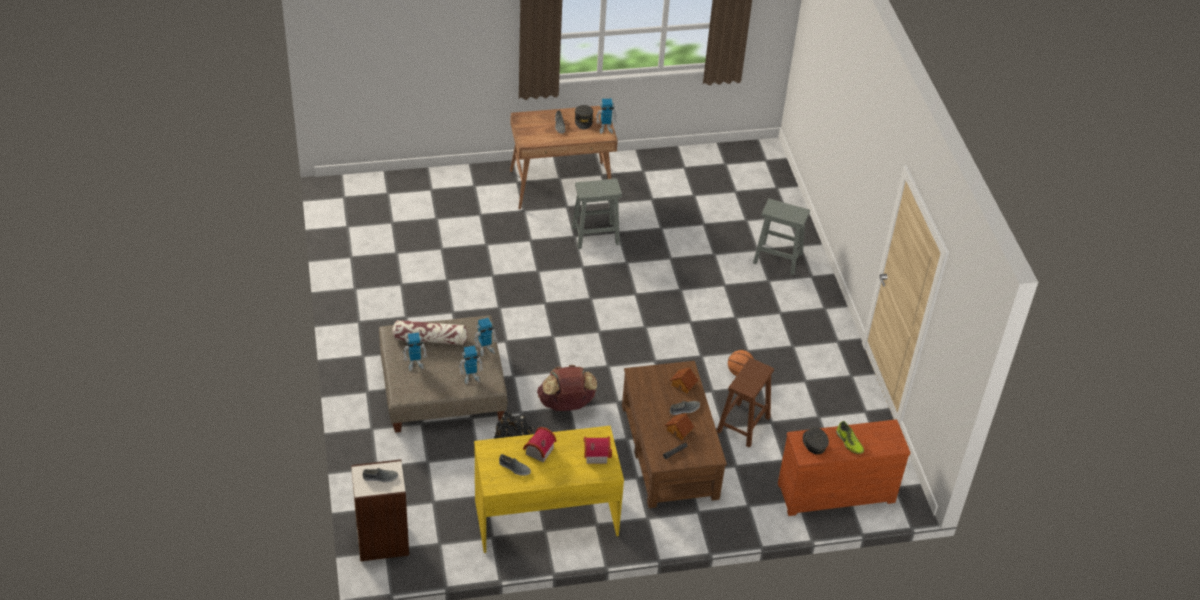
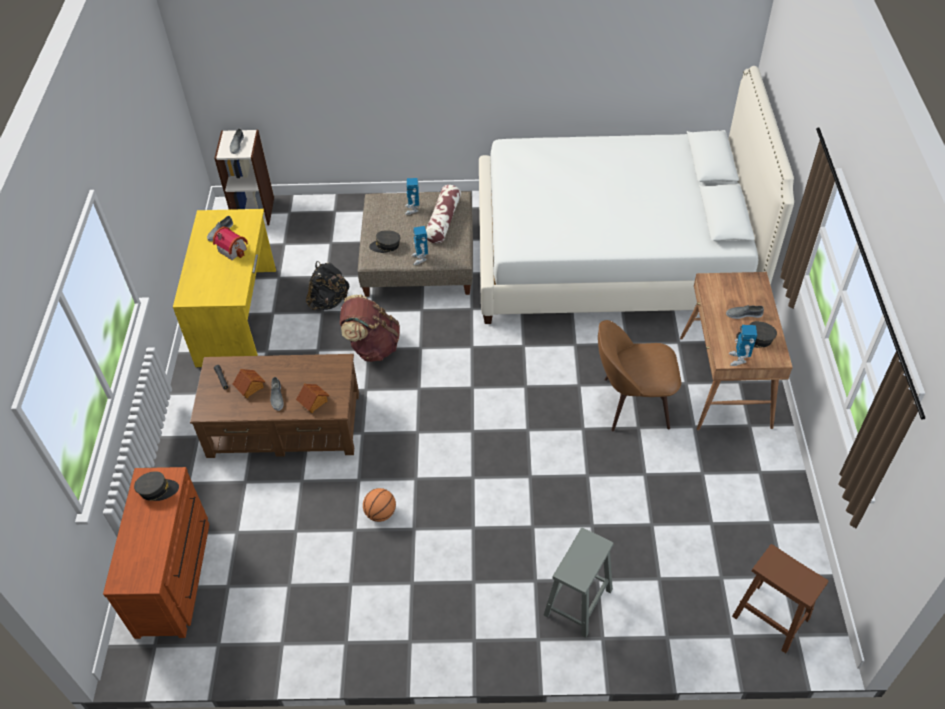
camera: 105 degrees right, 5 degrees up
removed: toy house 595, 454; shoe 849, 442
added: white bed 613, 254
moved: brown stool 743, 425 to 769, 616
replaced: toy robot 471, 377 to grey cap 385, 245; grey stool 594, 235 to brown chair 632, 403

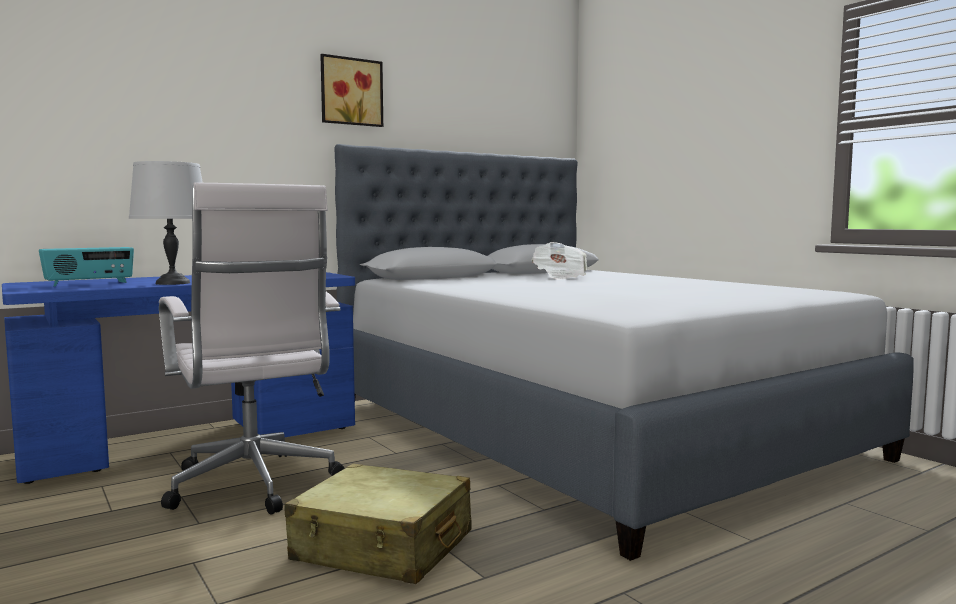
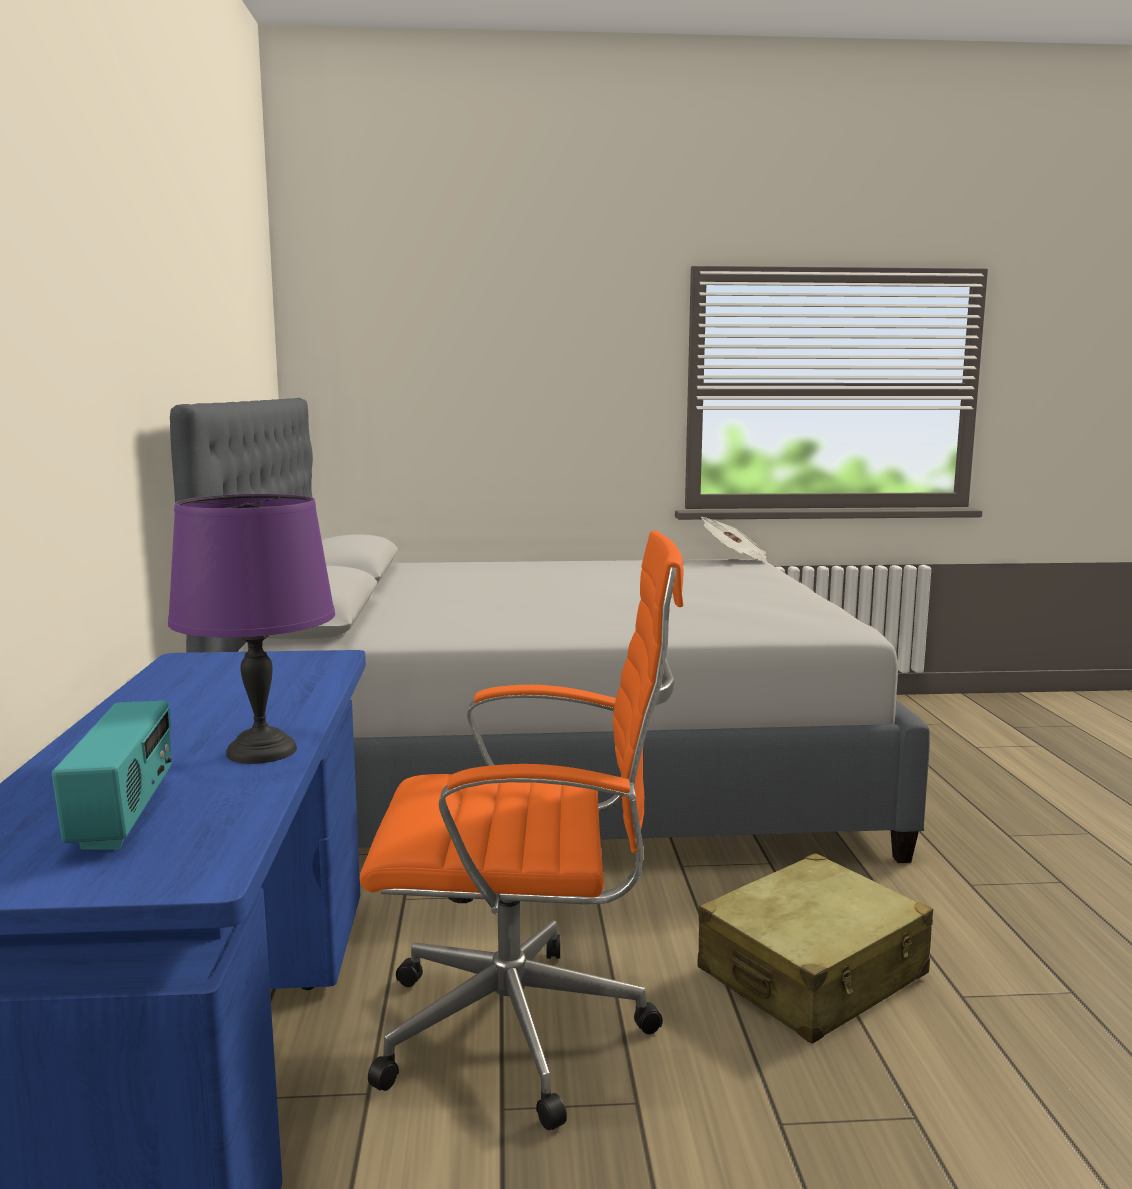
camera: 60 degrees left, 5 degrees up
removed: picture 350, 92
moved: newspaper 559, 277 to 735, 559
recoloured: grey table lamp 173, 283 to purple table lamp 262, 750; white office chair 254, 487 to orange office chair 526, 1031

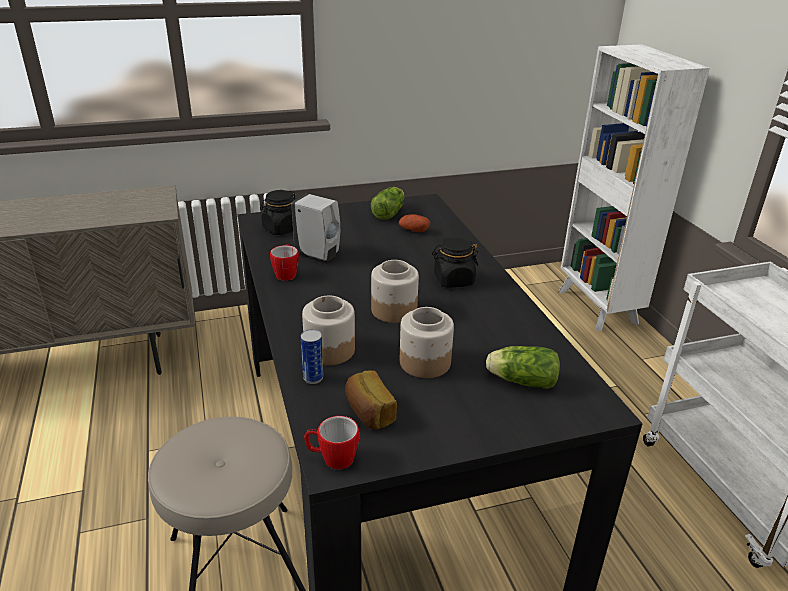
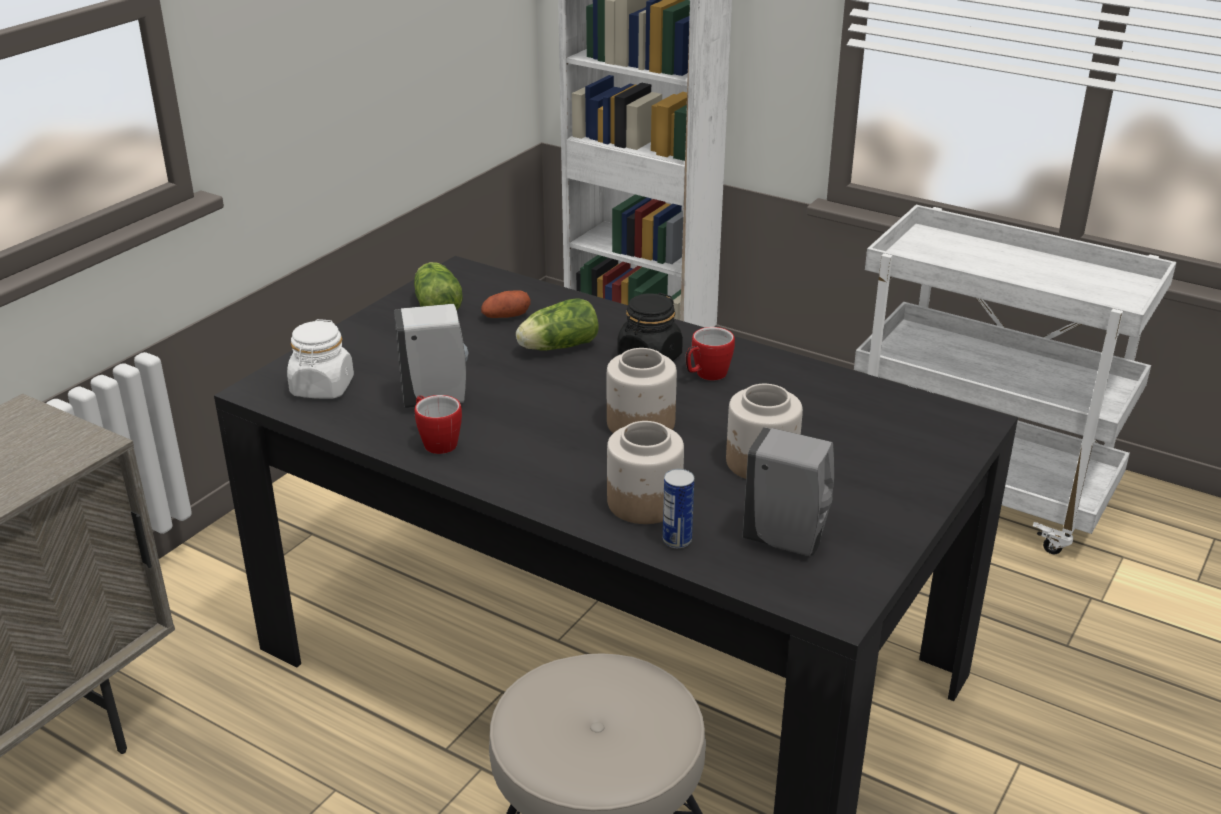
camera: 40 degrees left, 0 degrees up
moved: mug 332, 459 to 706, 375; lettuce 520, 380 to 556, 347
replaced: bread 368, 412 to grey soap dispenser 788, 540
recoloured: black jar 281, 229 to white jar 322, 388

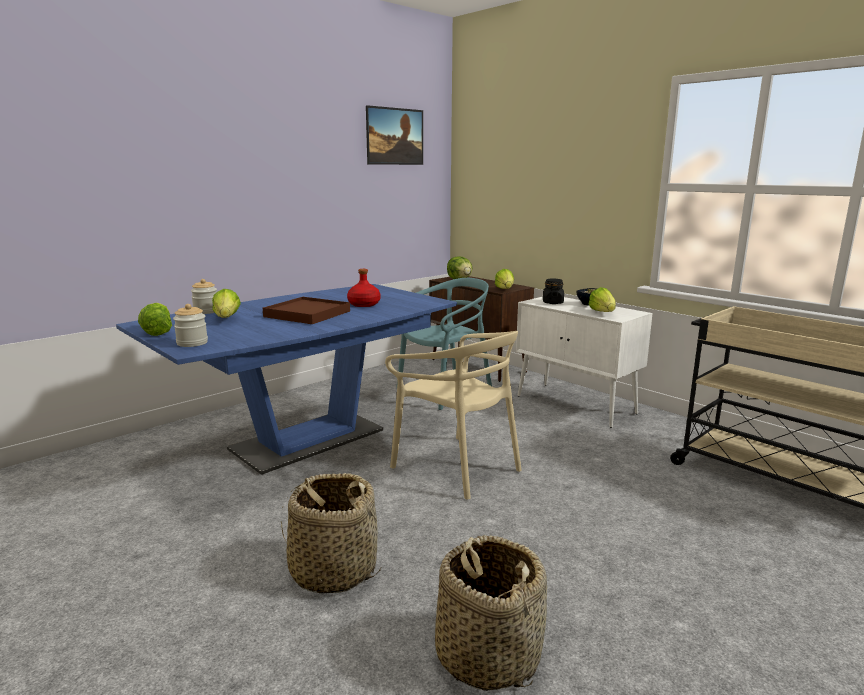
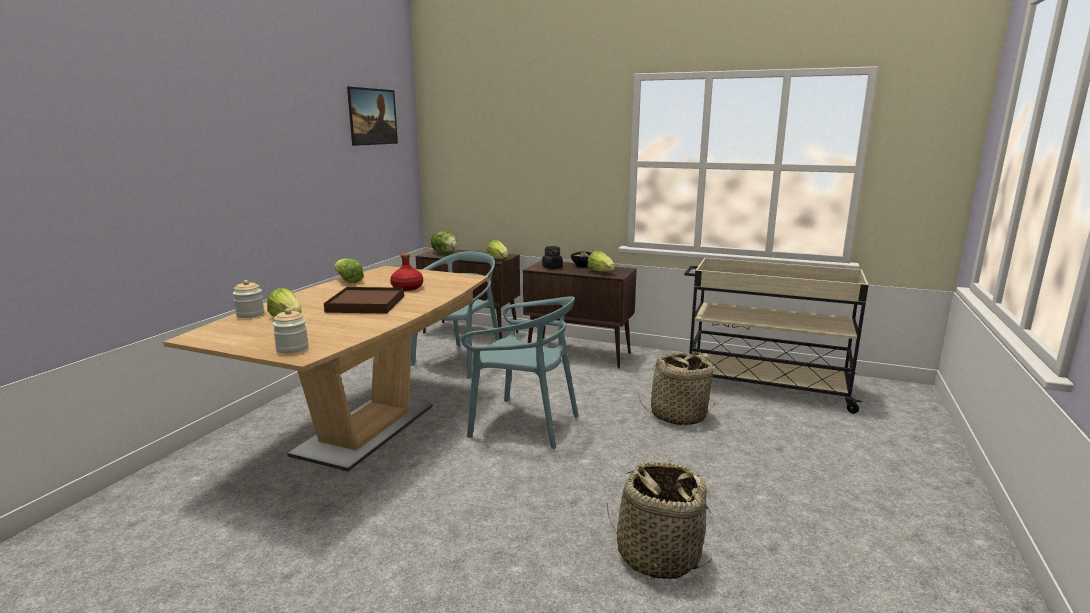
camera: 25 degrees left, 0 degrees up
moved: lettuce 158, 332 to 348, 281; basket 333, 570 to 678, 415
recoloured: blue dining table 308, 440 to brown dining table 366, 430; beige chair 457, 466 to turquoise chair 524, 424; white cabinet 576, 405 to brown cabinet 579, 354

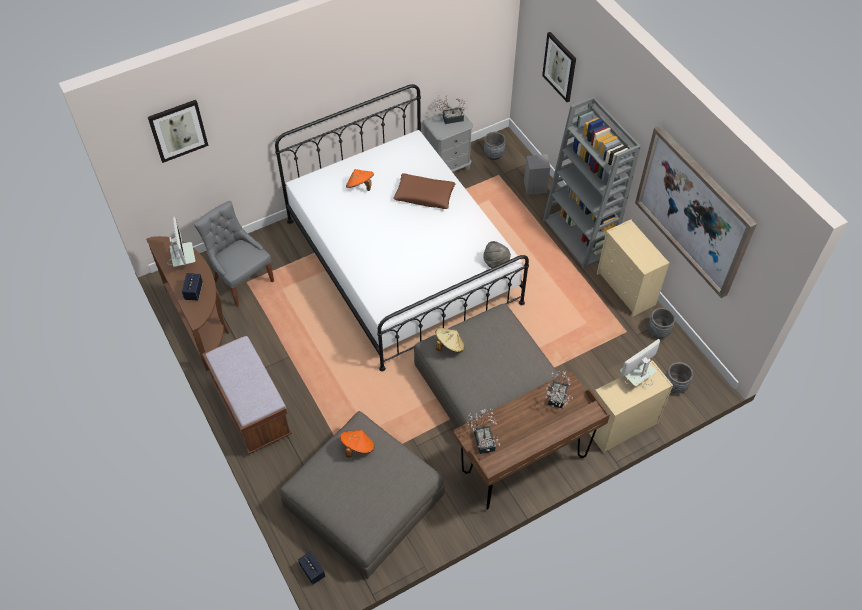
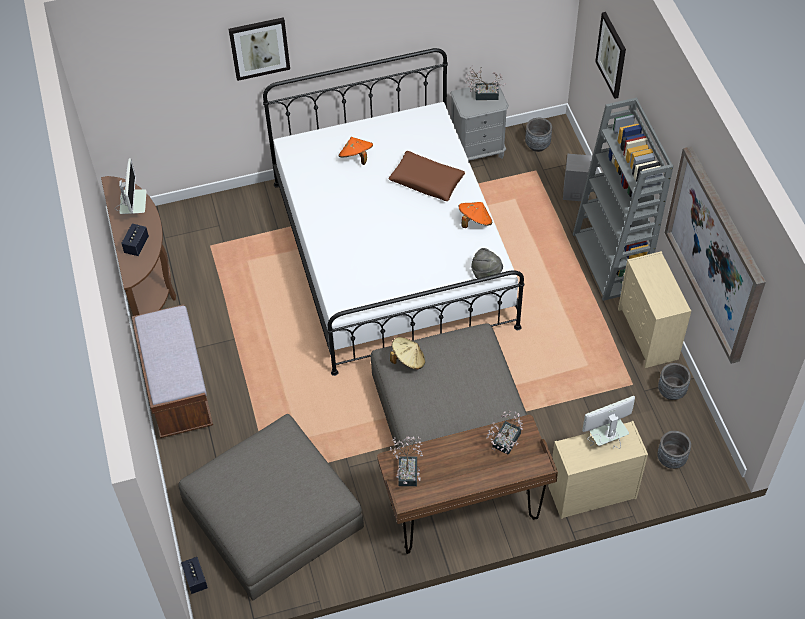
camera: 15 degrees right, 0 degrees up
removed: grey chair 242, 280
moved: picture 178, 130 to 259, 48; orange hat 357, 447 to 474, 221

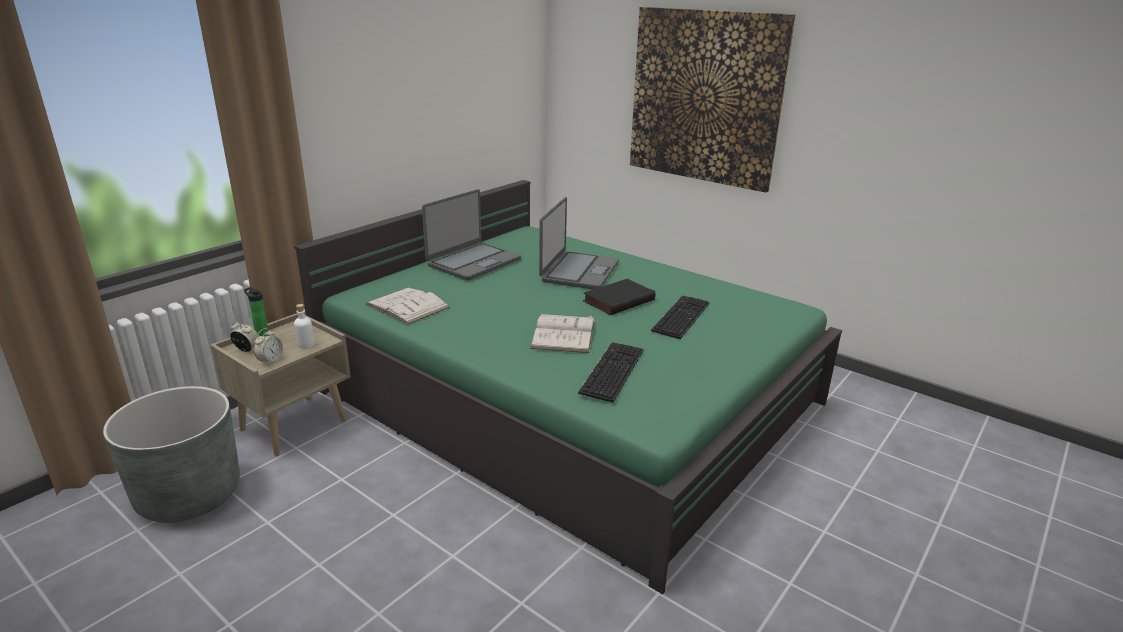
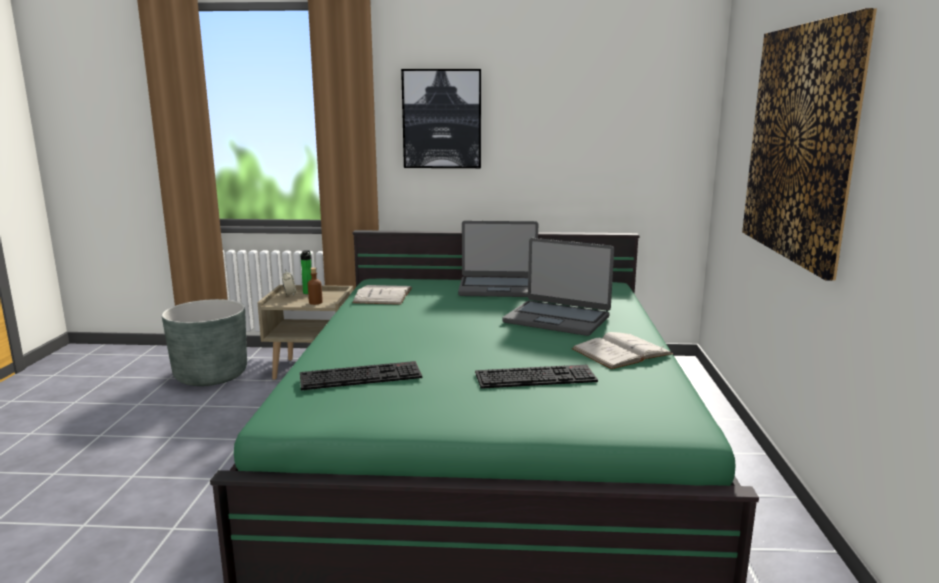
camera: 55 degrees right, 10 degrees down
removed: alarm clock 270, 360; black book 618, 300
added: picture 442, 119
moved: white book 563, 333 to 621, 351
recoloured: white bottle 306, 344 to brown bottle 315, 302
turned: laptop 579, 271 = 557, 319 45 degrees clockwise

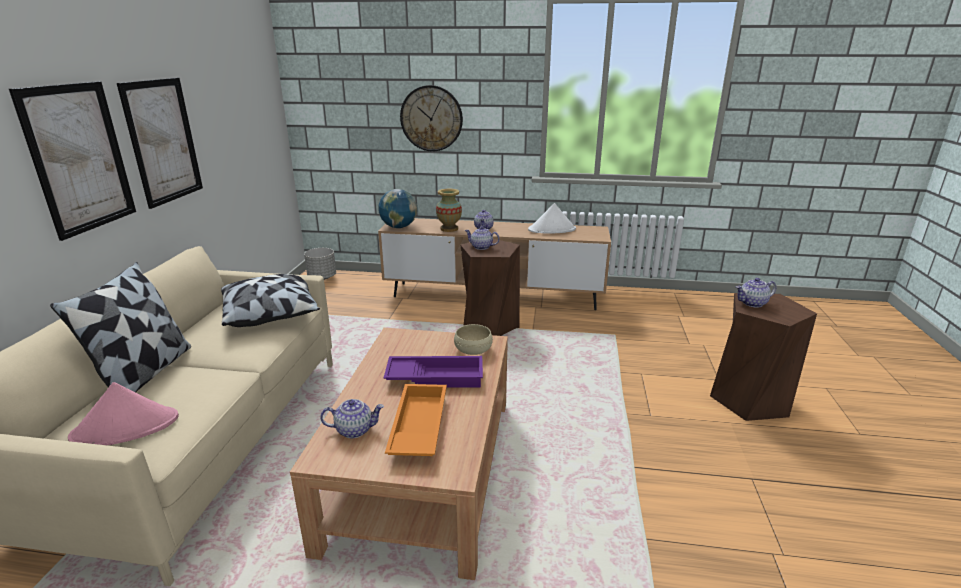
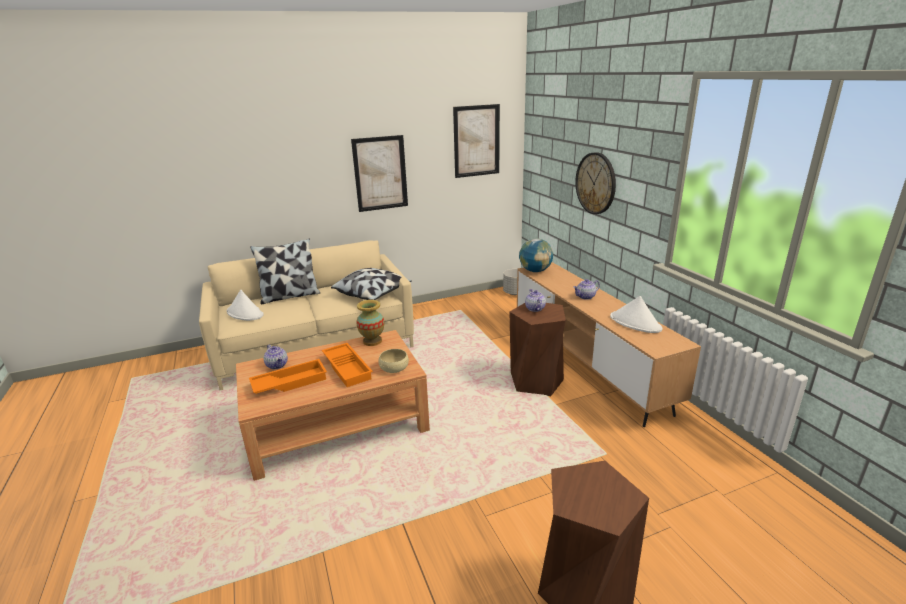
camera: 60 degrees right, 0 degrees up
removed: teapot 752, 303
moved: picture 79, 158 to 476, 141; vase 449, 229 to 372, 341
recoloured: pink hat 126, 427 to white hat 245, 313; purple tray 436, 376 to orange tray 348, 368

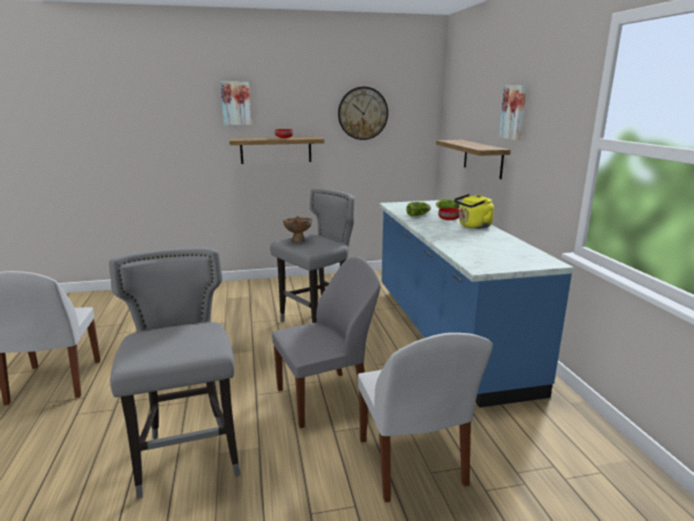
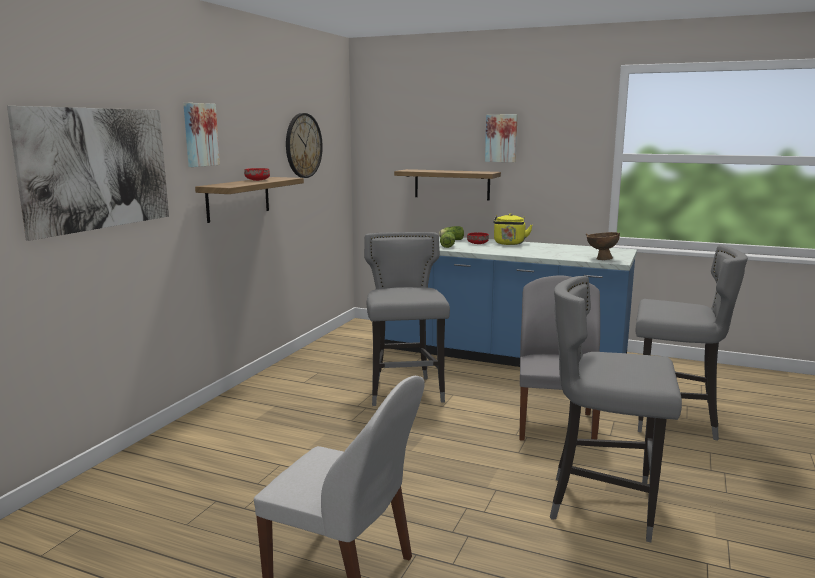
camera: 55 degrees left, 5 degrees down
added: picture 97, 168
moved: brown bowl 298, 240 to 600, 259
replaced: white chair 412, 464 to grey stool 673, 421

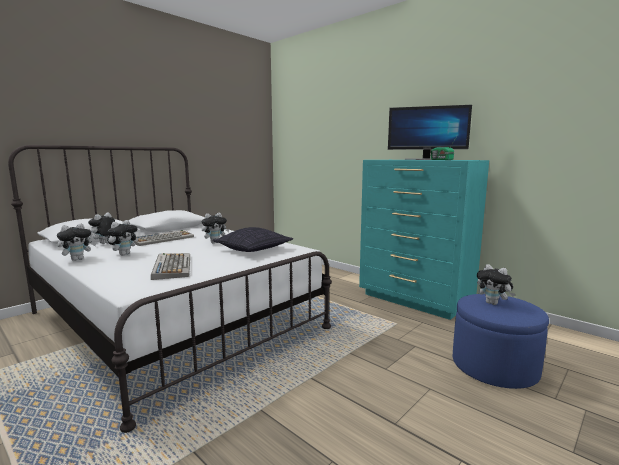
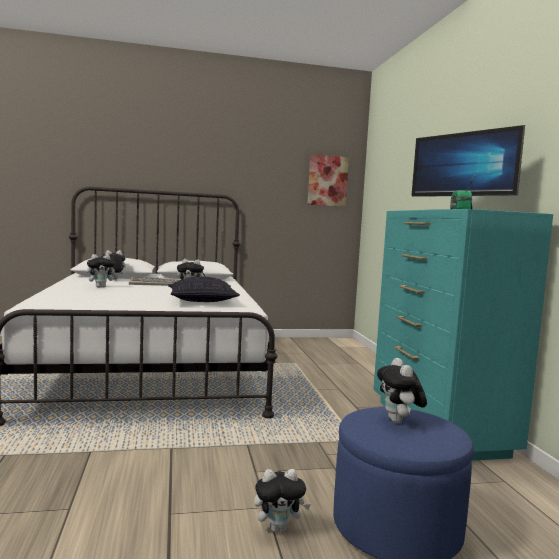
camera: 35 degrees right, 5 degrees down
removed: keyboard 172, 266
added: picture 327, 181
moved: plush toy 78, 259 to 279, 528

